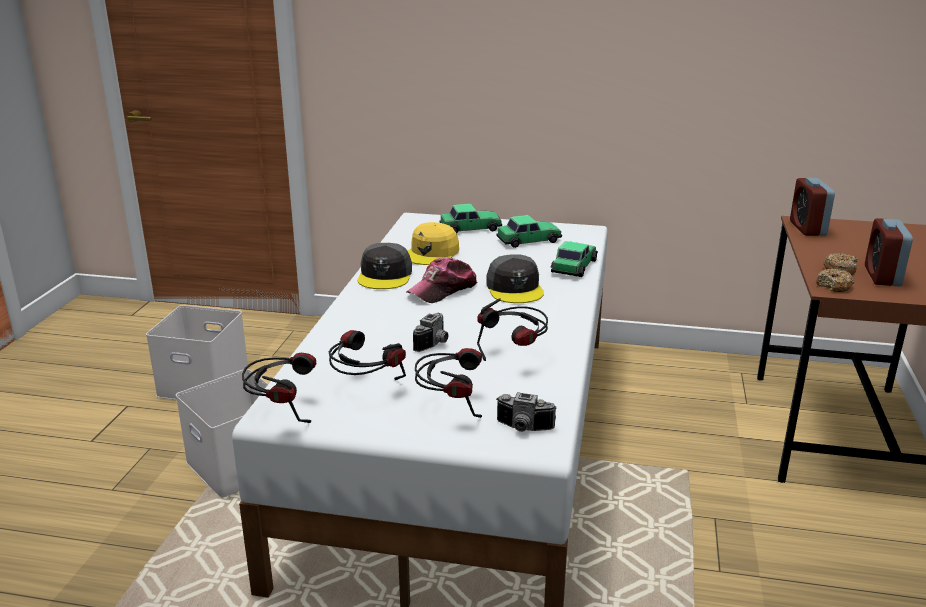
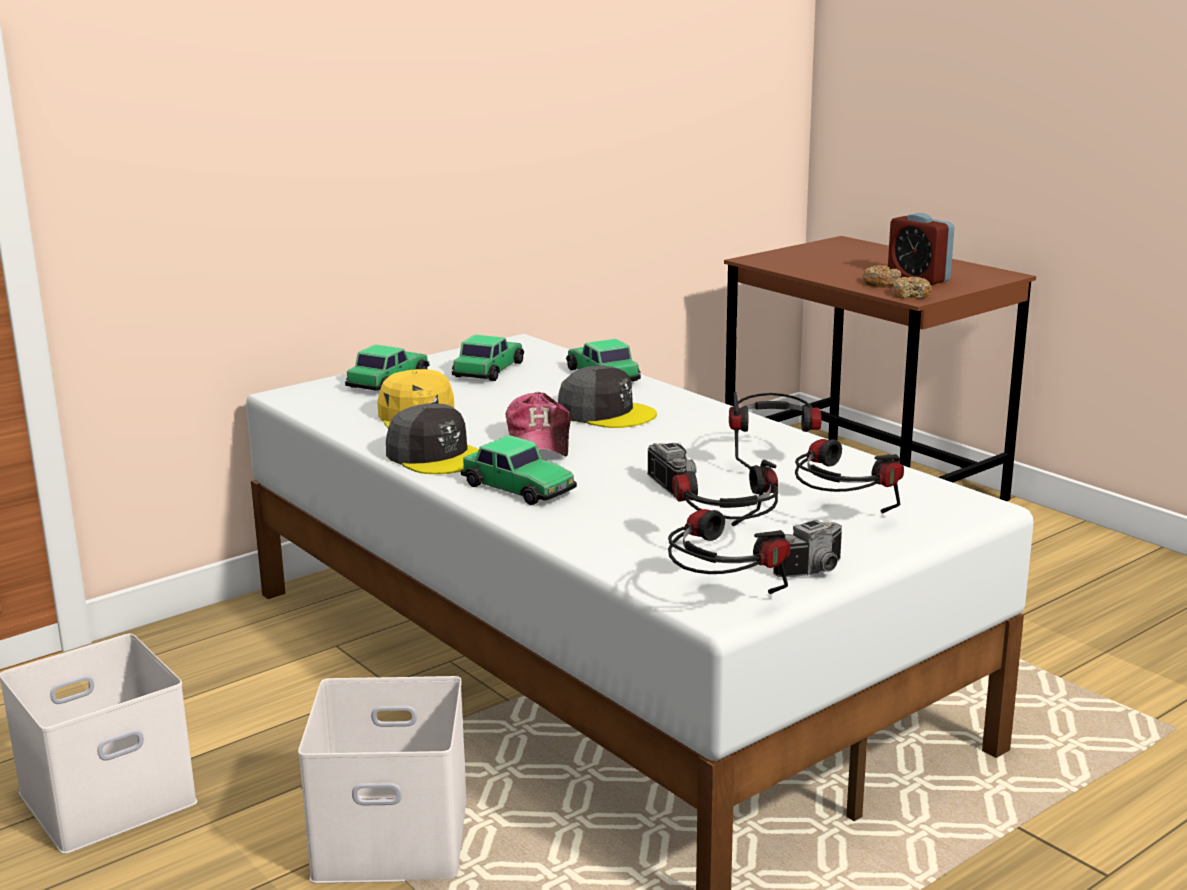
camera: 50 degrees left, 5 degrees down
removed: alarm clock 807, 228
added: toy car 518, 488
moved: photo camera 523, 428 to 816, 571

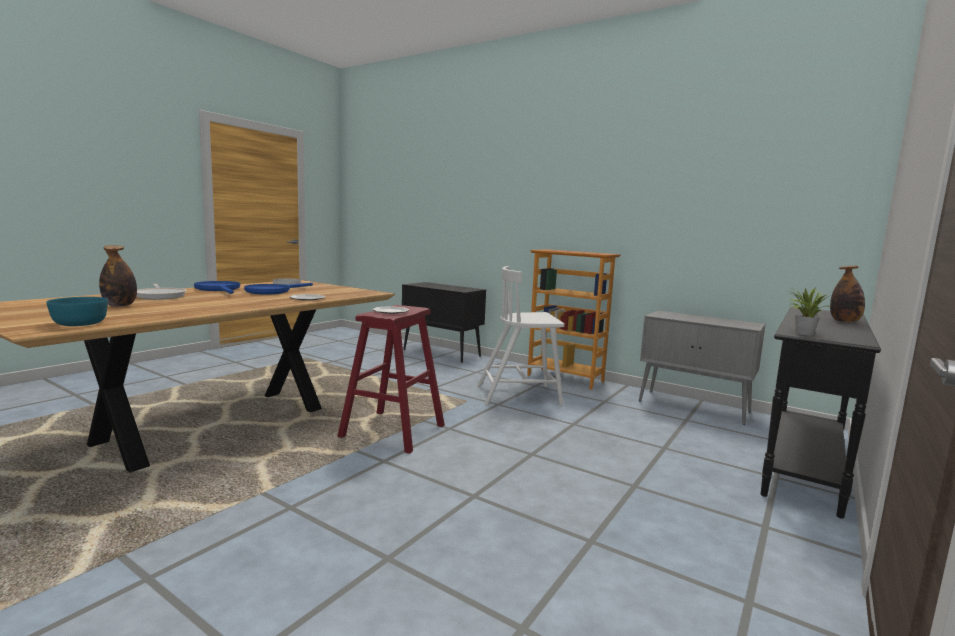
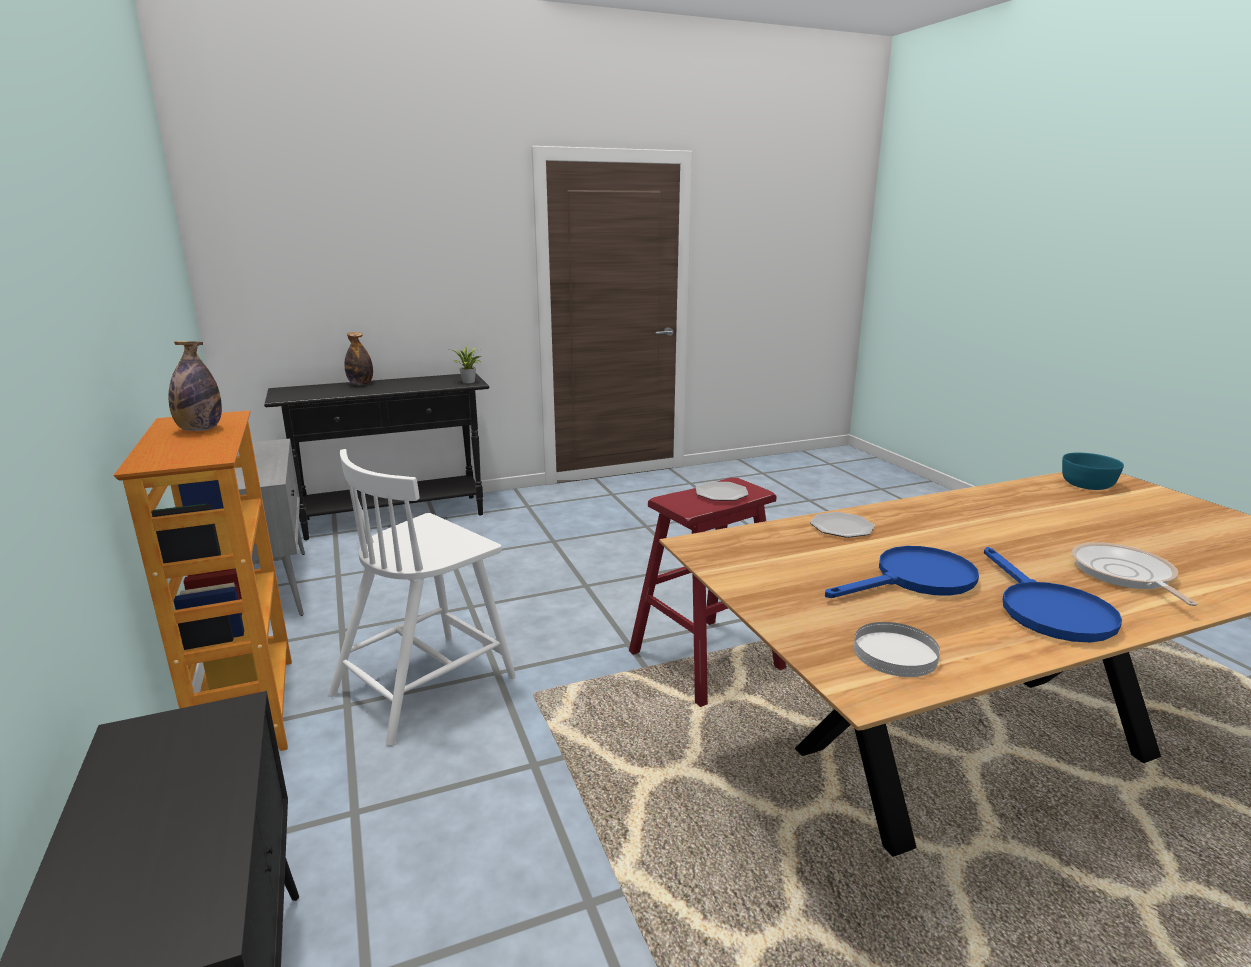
camera: 145 degrees left, 10 degrees up
moved: bottle 120, 305 to 200, 430
turned: white chair 520, 395 = 426, 684 105 degrees clockwise

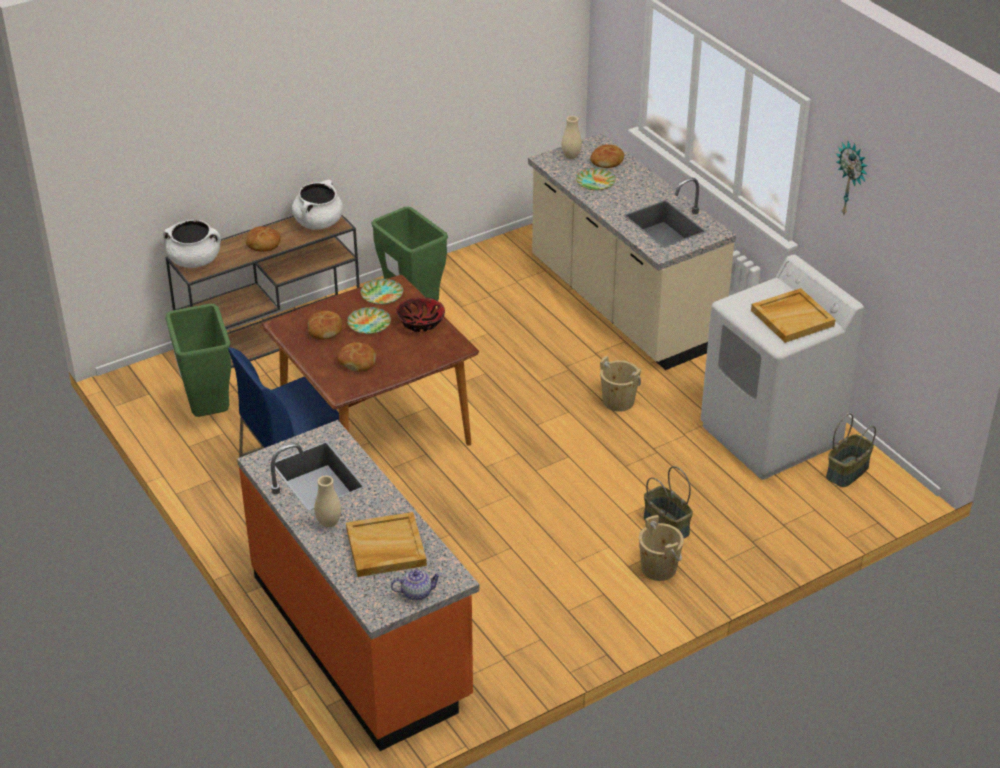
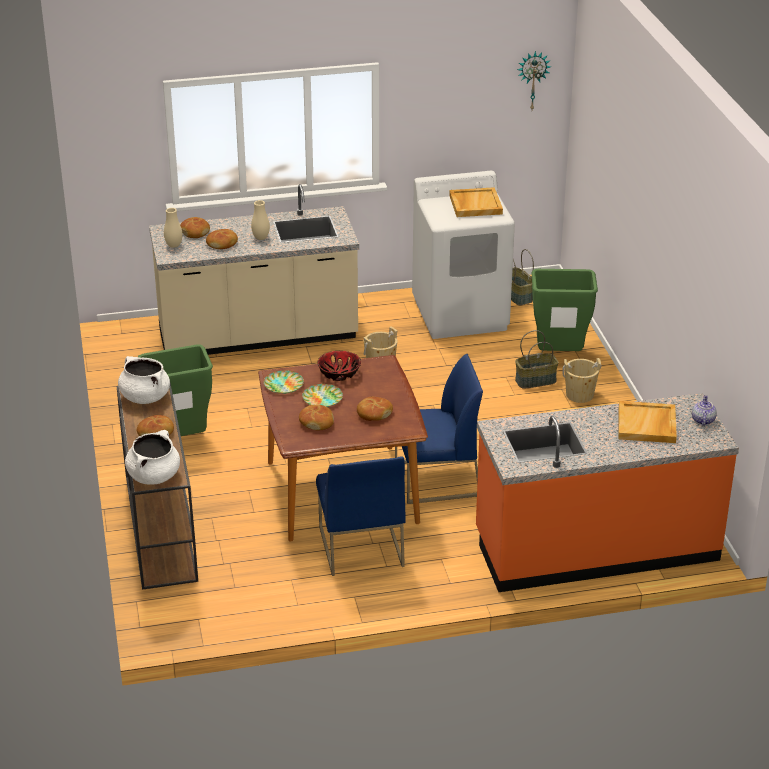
camera: 70 degrees left, 5 degrees down
added: blue chair 436, 480
moved: green trash can 208, 411 to 558, 355; beige vase 329, 523 to 261, 238; wall clock 851, 178 to 532, 80
replaced: plate 595, 182 to bread 222, 243

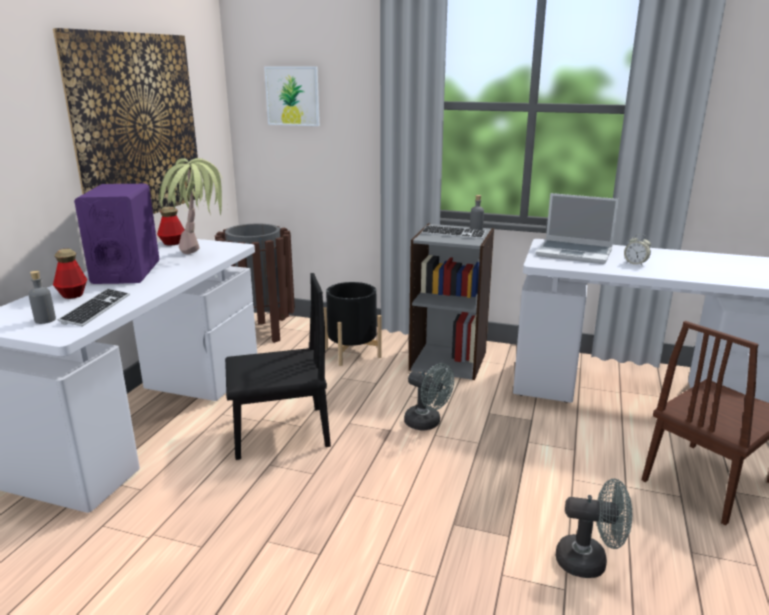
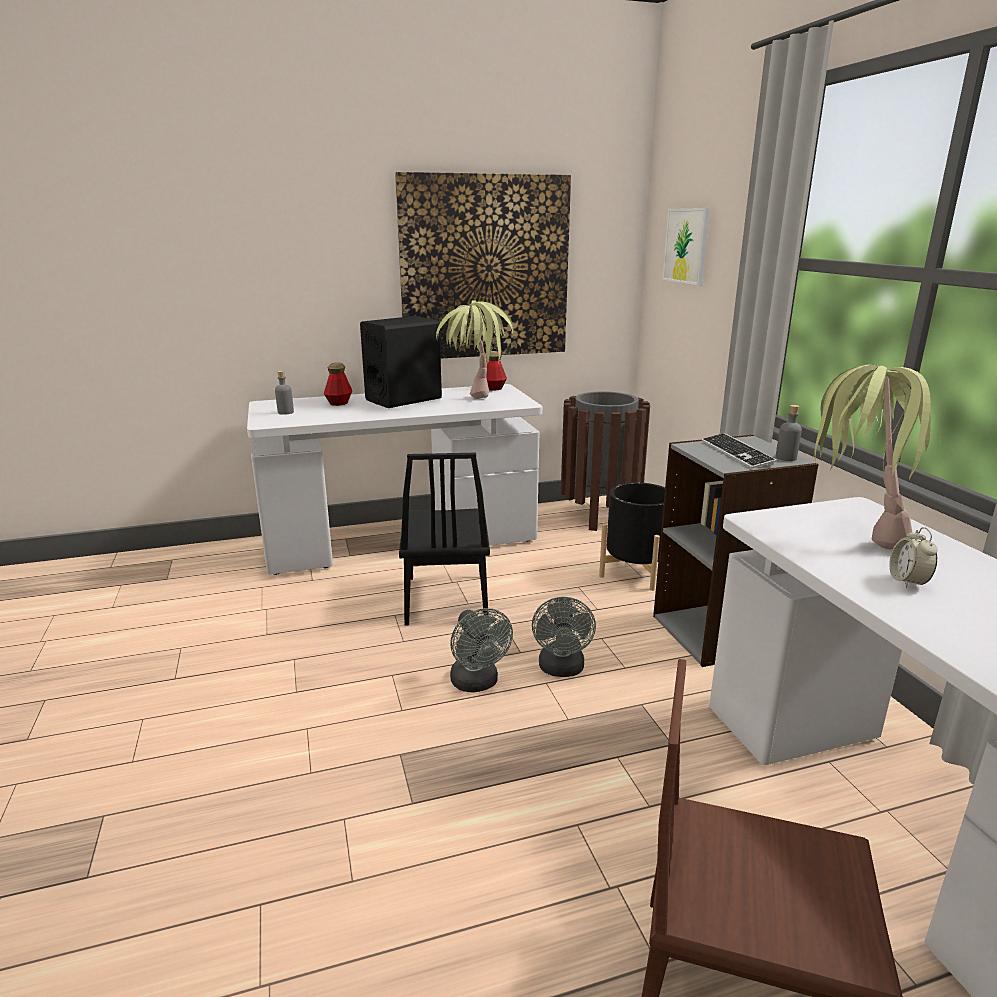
camera: 55 degrees right, 0 degrees up
removed: keyboard 96, 309
moved: grey fan 589, 561 to 477, 684
replaced: laptop 575, 253 to potted plant 853, 532
recoloured: purple speaker 126, 272 to black speaker 404, 399
turned: black chair 280, 432 = 446, 598 45 degrees clockwise

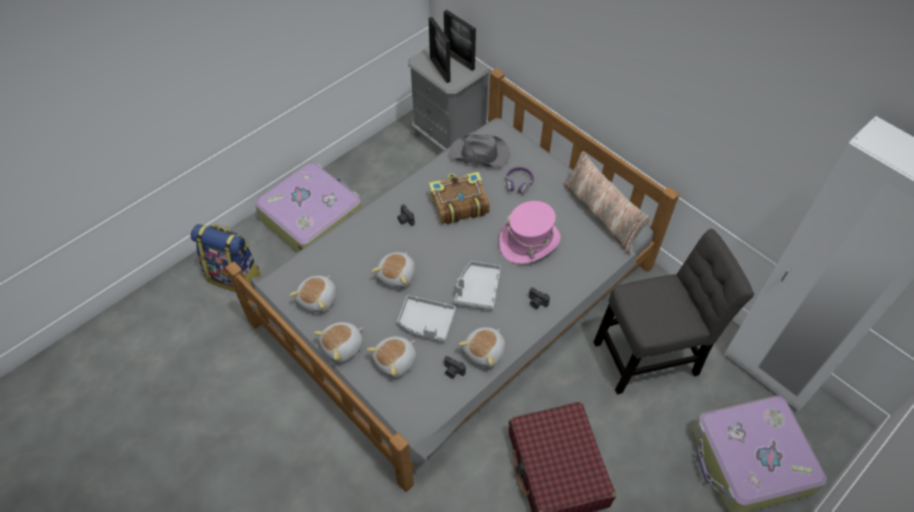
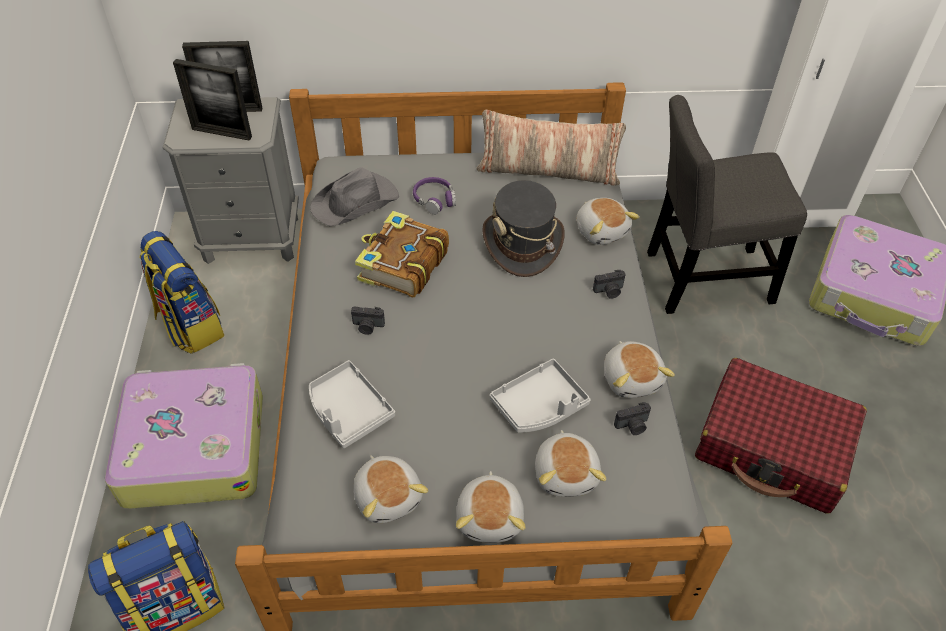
camera: 50 degrees left, 5 degrees down
added: backpack 190, 325
moved: plush toy 397, 276 to 601, 230; grey tray 477, 289 to 348, 411
recoloured: pink hat 529, 242 to grey hat 522, 243
turned: grey chair 650, 355 = 702, 279 120 degrees counterclockwise

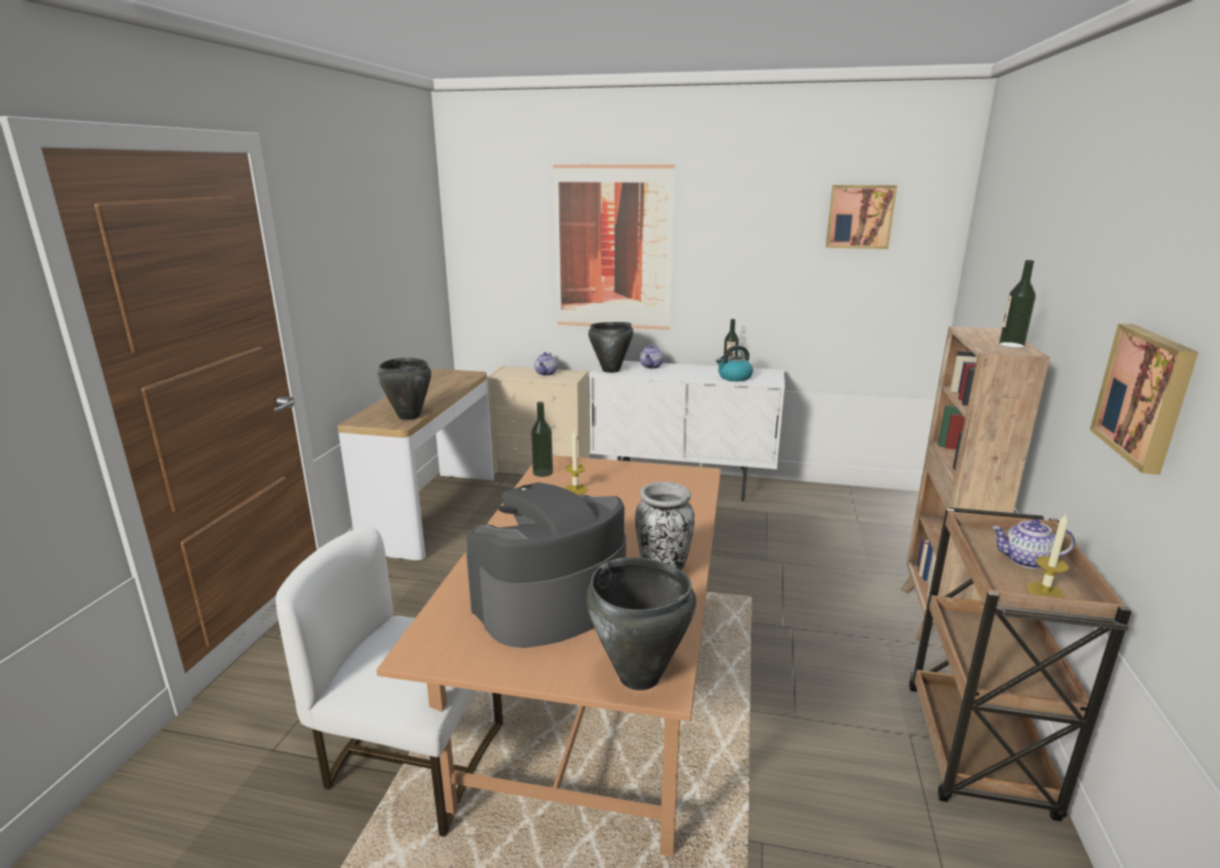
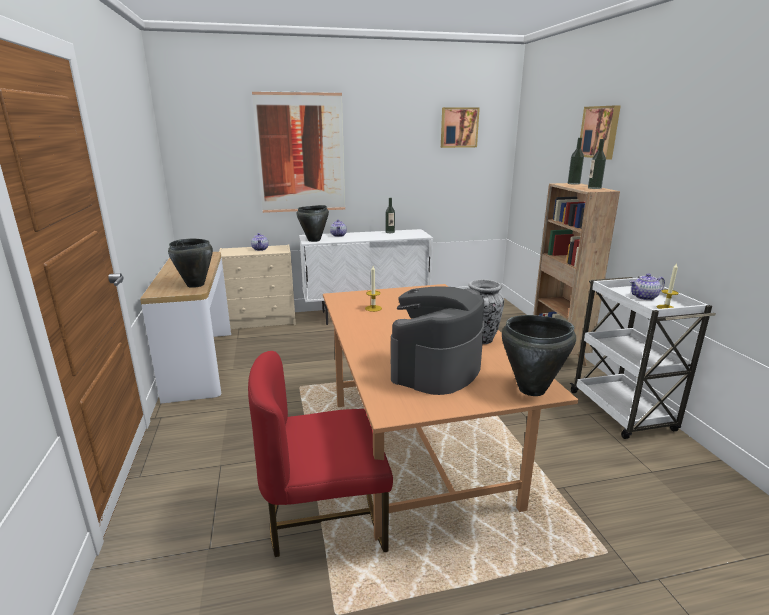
camera: 25 degrees left, 0 degrees up
removed: kettle 734, 377
moved: bottle 543, 472 to 573, 183; picture 1146, 395 to 600, 132
recoloured: white chair 412, 762 to red chair 326, 519; brown cart 977, 752 to white cart 622, 412

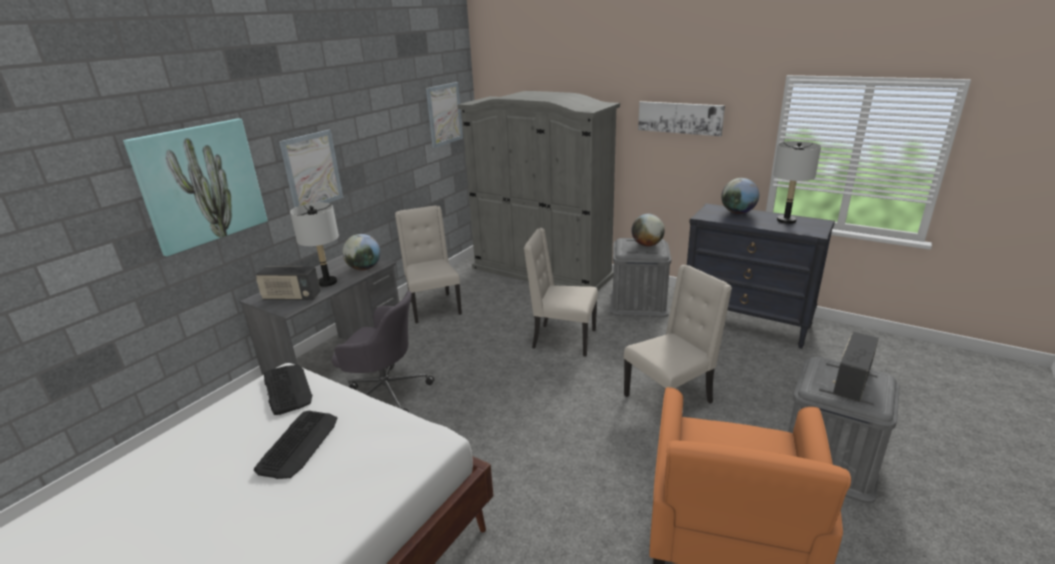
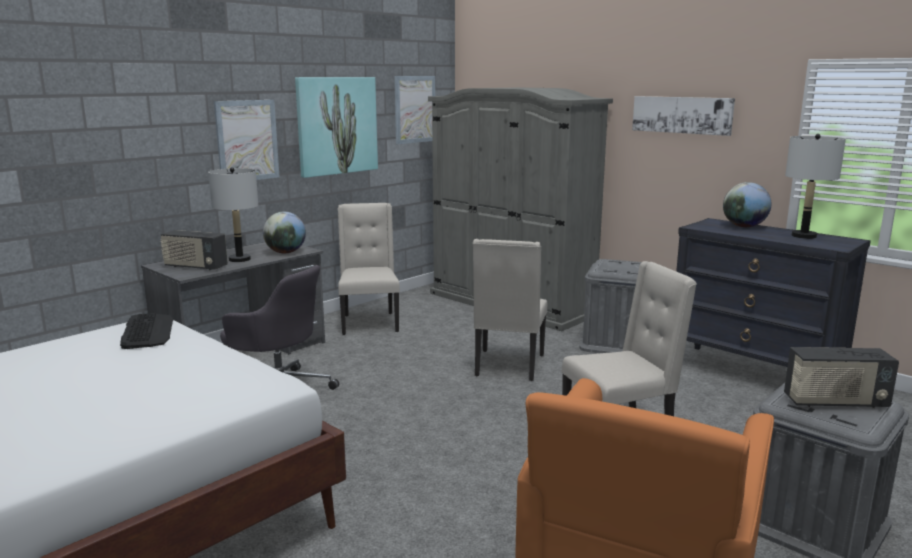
camera: 10 degrees right, 10 degrees down
removed: keyboard 299, 444; globe 647, 245
moved: picture 201, 184 to 336, 125
turned: beige chair 562, 339 = 508, 366 105 degrees counterclockwise; radio 850, 382 = 835, 402 135 degrees counterclockwise

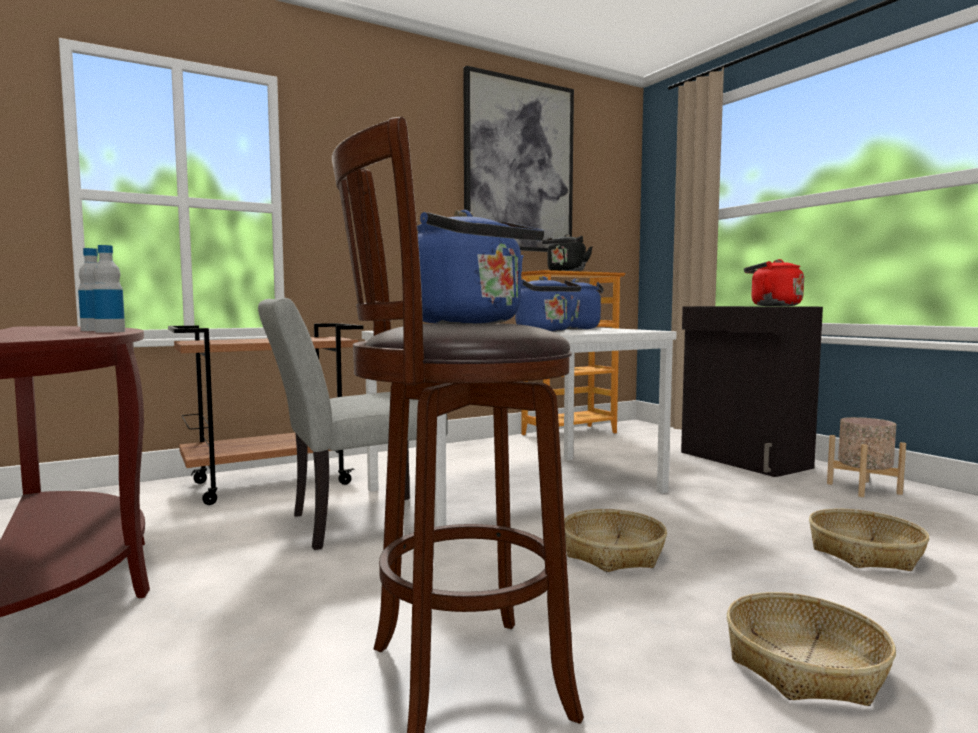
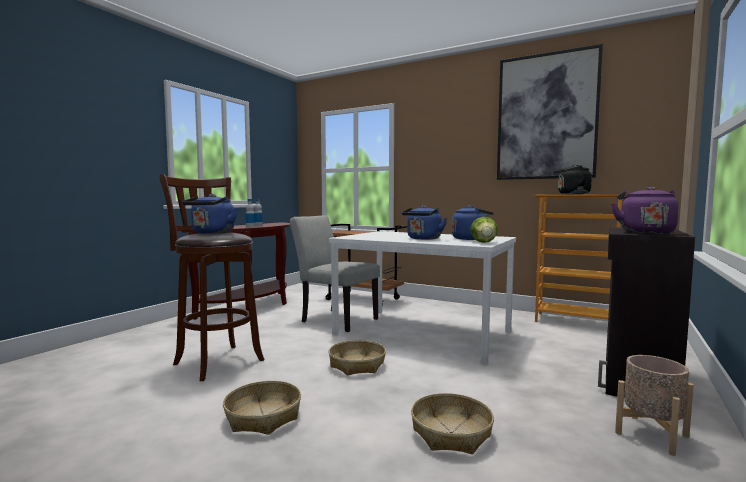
camera: 60 degrees right, 0 degrees up
added: lettuce 484, 242
recoloured: red kettle 772, 306 to purple kettle 645, 232

